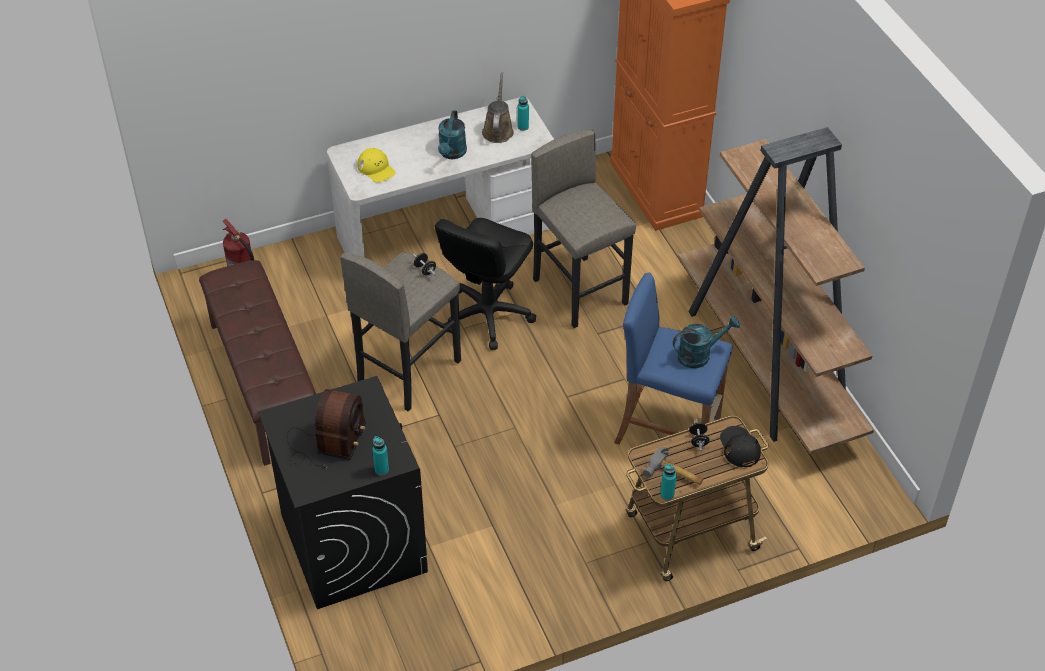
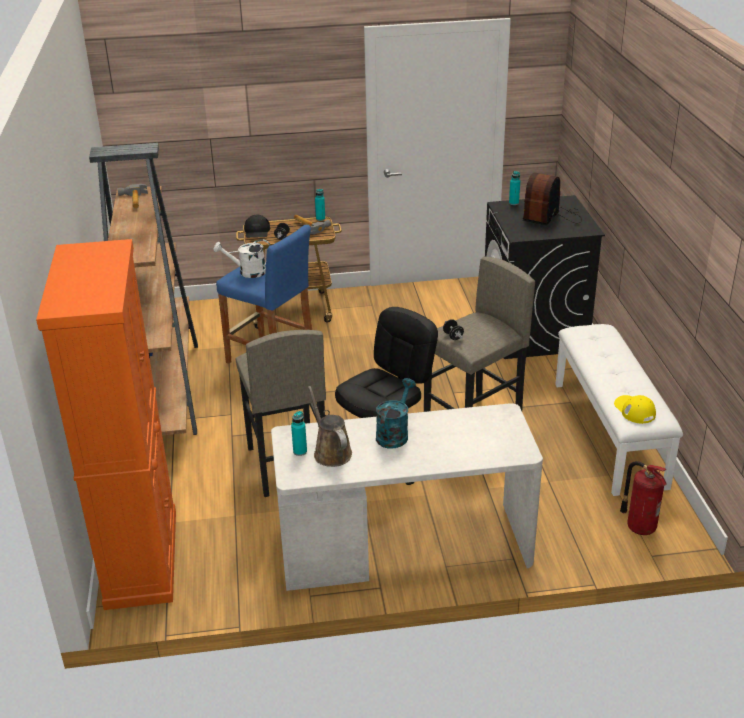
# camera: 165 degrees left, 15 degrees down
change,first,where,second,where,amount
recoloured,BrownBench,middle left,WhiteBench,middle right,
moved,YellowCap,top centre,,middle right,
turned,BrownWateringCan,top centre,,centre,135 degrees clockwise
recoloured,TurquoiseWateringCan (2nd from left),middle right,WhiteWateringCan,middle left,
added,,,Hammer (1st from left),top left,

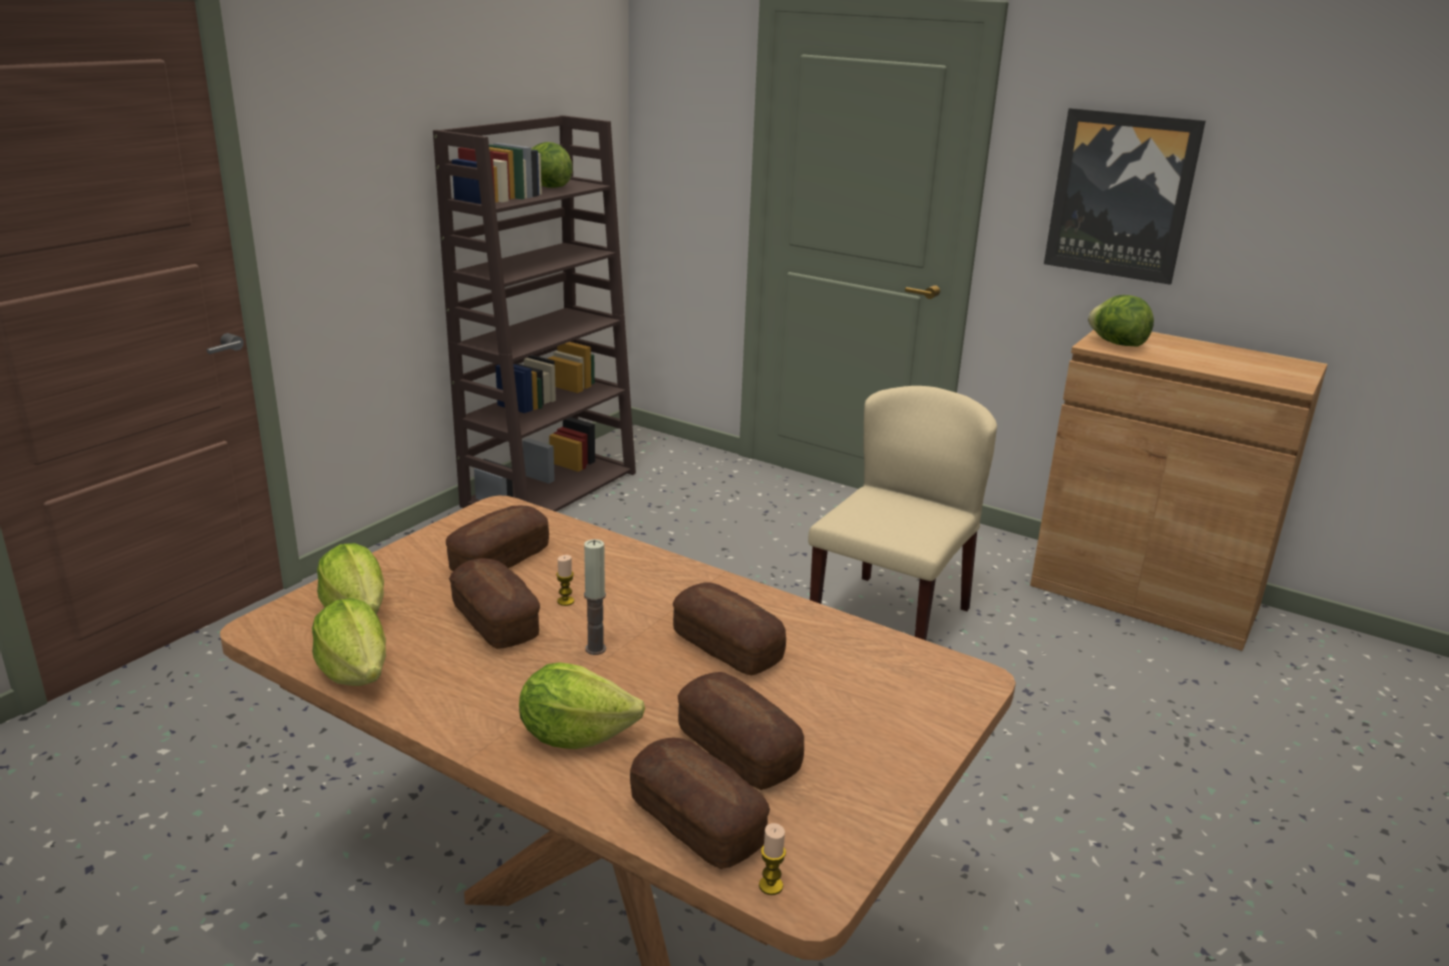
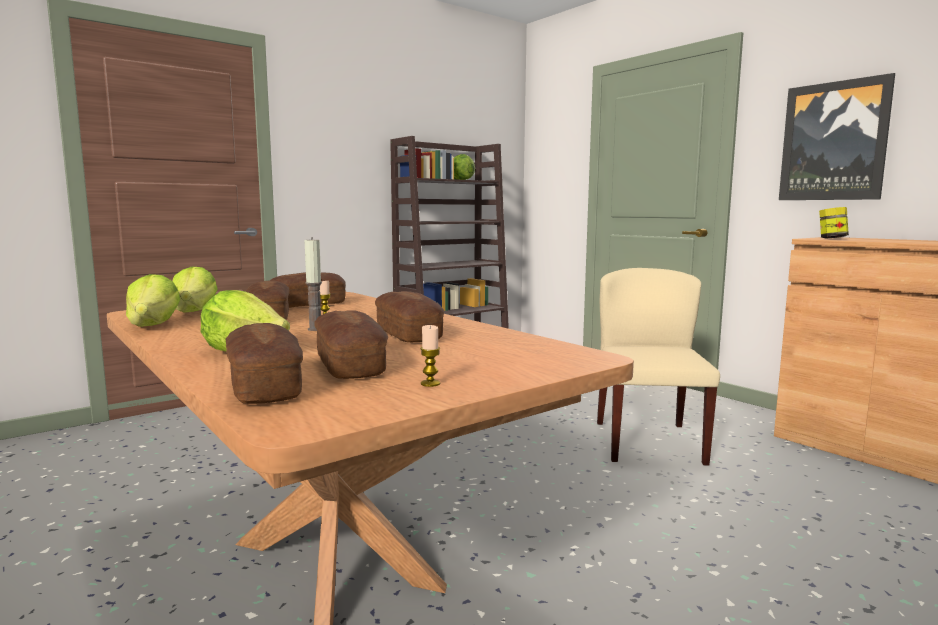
# camera: 20 degrees right, 15 degrees down
change,first,where,second,where,amount
moved,Candle (3rd from left),bottom centre,,centre,
turned,BeigeChair,centre,,middle right,45 degrees counterclockwise
replaced,Lettuce (5th from left),top right,Jar,middle right,

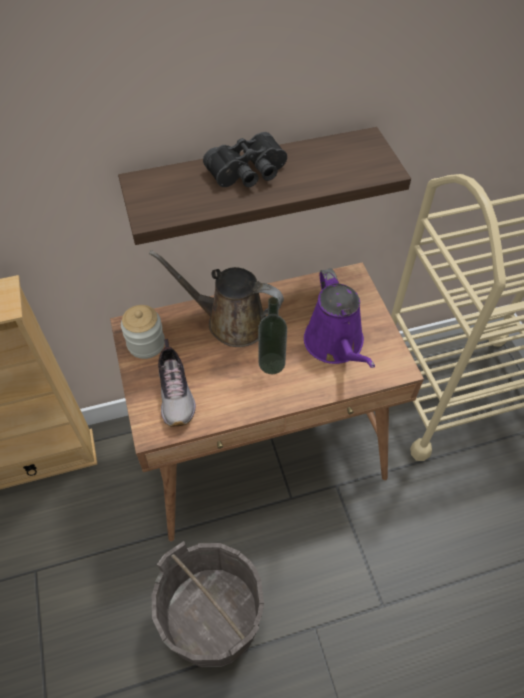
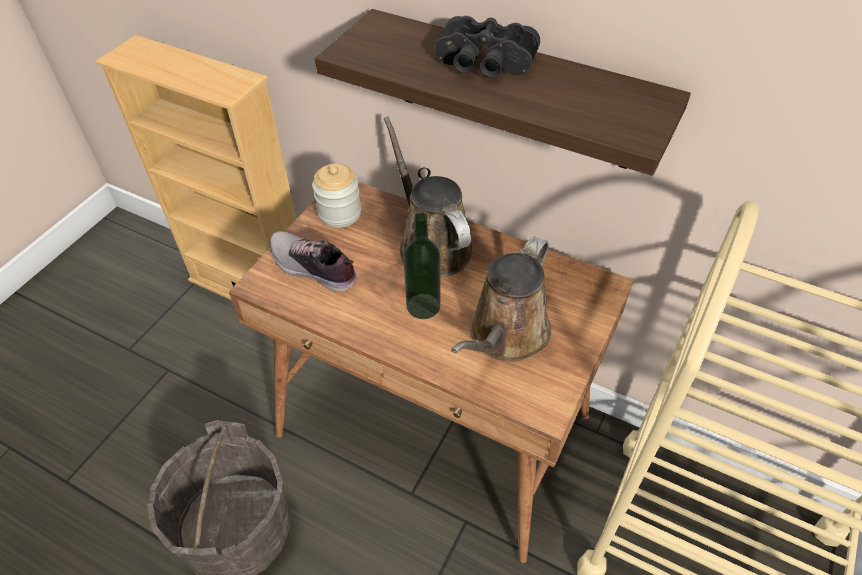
# camera: 45 degrees right, 5 degrees down
change,first,where,second,where,amount
turned,Shoe,centre,,centre,90 degrees clockwise
recoloured,PurpleWateringCan,centre,BrownWateringCan (2nd from left),centre,

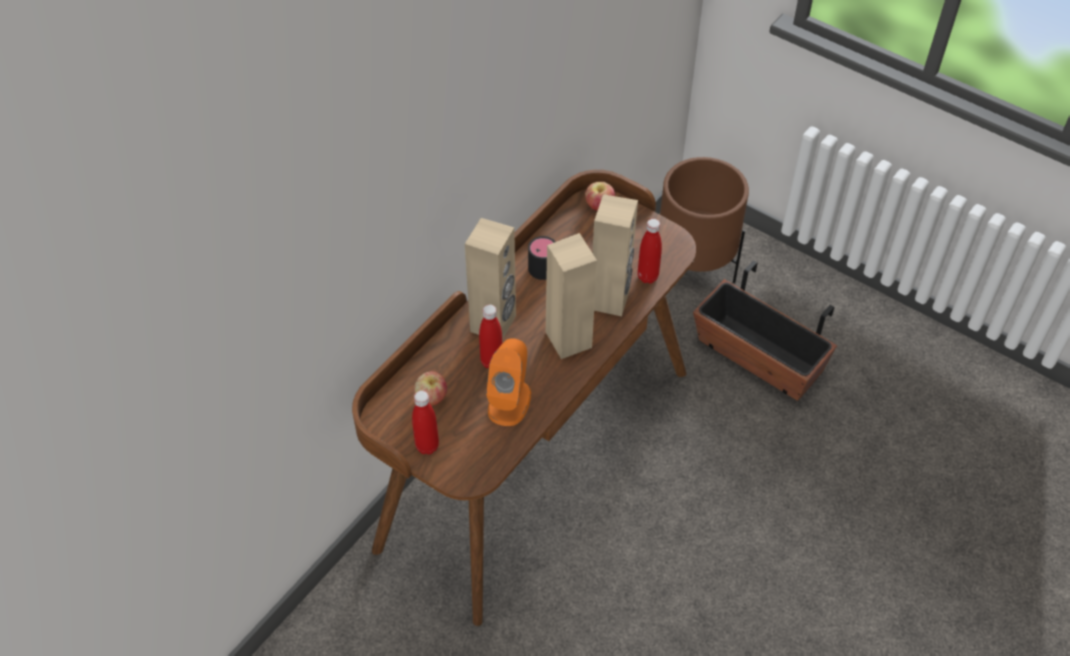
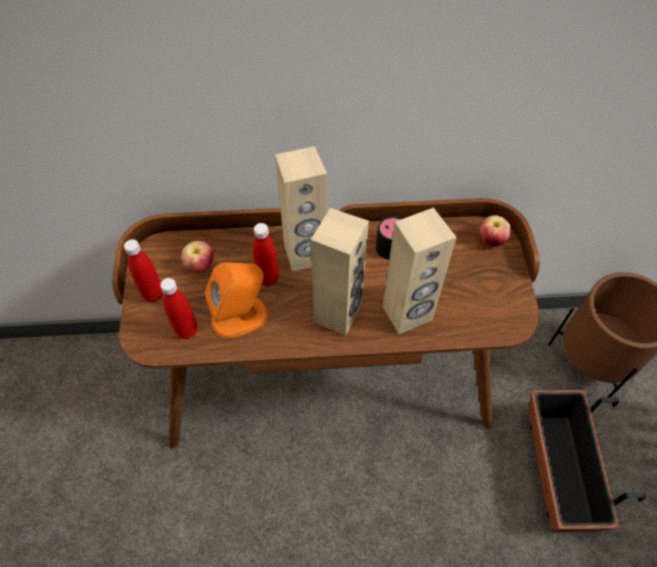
# camera: 50 degrees right, 5 degrees up
change,first,where,second,where,amount
moved,RedBottle (3rd from left in the first image),centre,RedBottle (2nd from left),middle left,

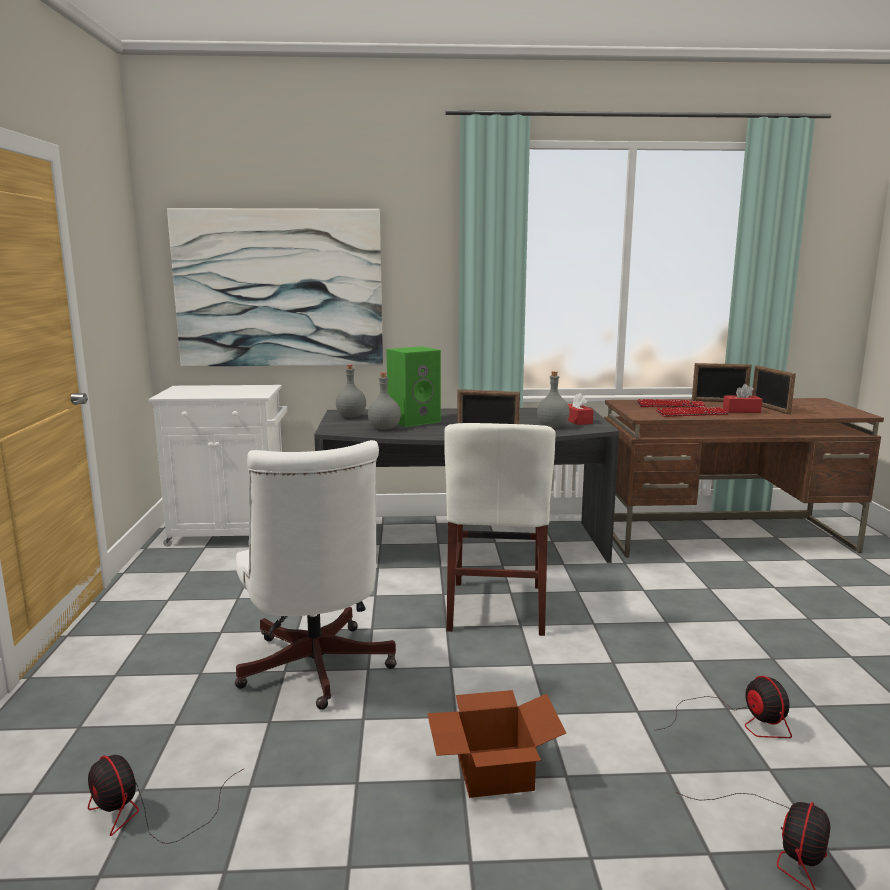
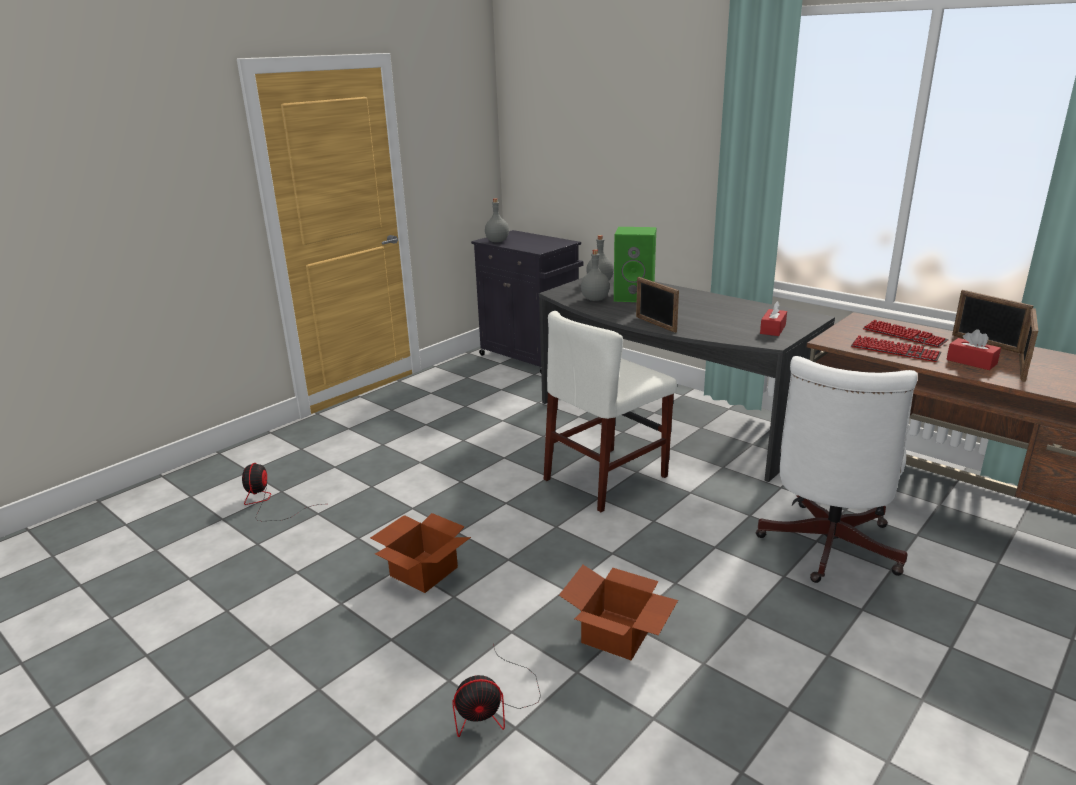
# camera: 45 degrees right, 10 degrees up
change,first,where,second,where,amount
recoloured,WhiteCabinet,middle left,BlackCabinet,centre,
removed,Picture,top left,,,
moved,WhiteOfficeChair,centre,,middle right,
moved,GreyBottle (3rd from left in the first image),centre,GreyBottle (1st from left),top centre,
replaced,Fan (2nd from left),bottom right,CardboardBox (2nd from left),bottom centre,

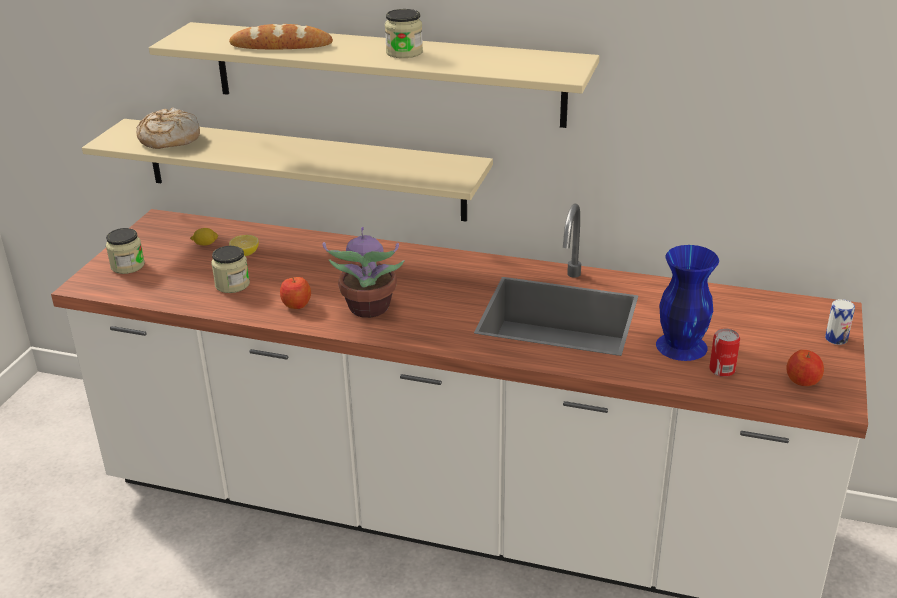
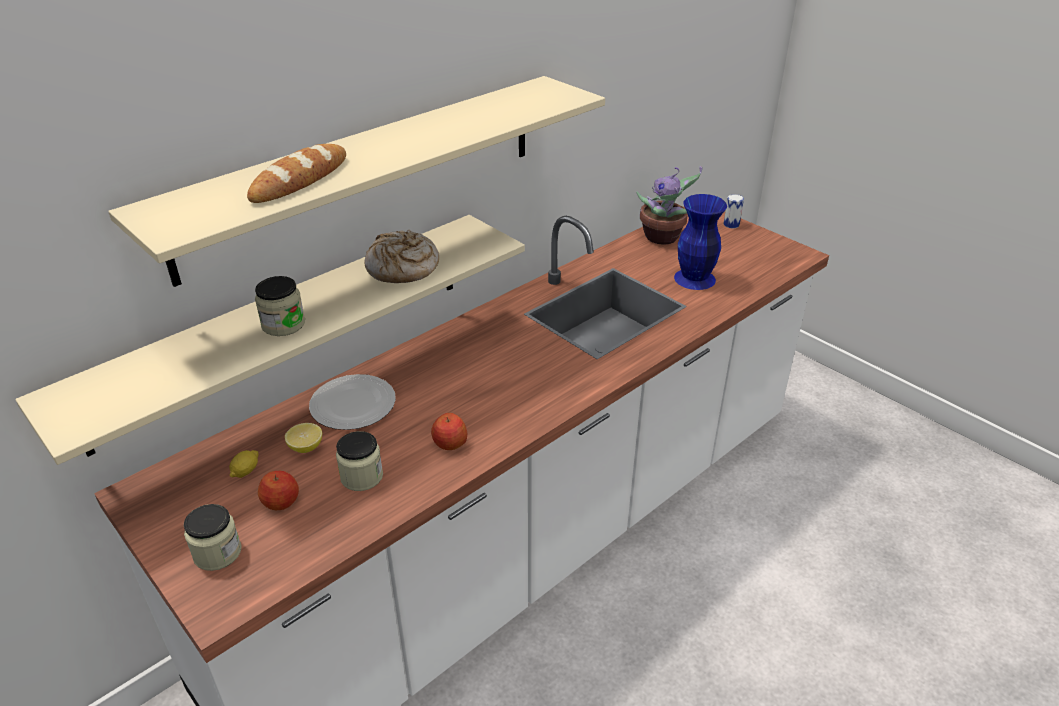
# camera: 60 degrees left, 5 degrees up
change,first,where,second,where,amount
moved,Bread (1st from left in the first image),top left,Bread (2nd from left),centre,
moved,PottedPlant,centre,,top centre,
moved,Jar (3rd from left in the first image),top centre,Jar (2nd from left),middle left,
removed,Can (1st from left),middle right,,,
moved,Apple (2nd from left in the first image),middle right,Apple (1st from left),bottom left,
added,,,Plate,middle left,

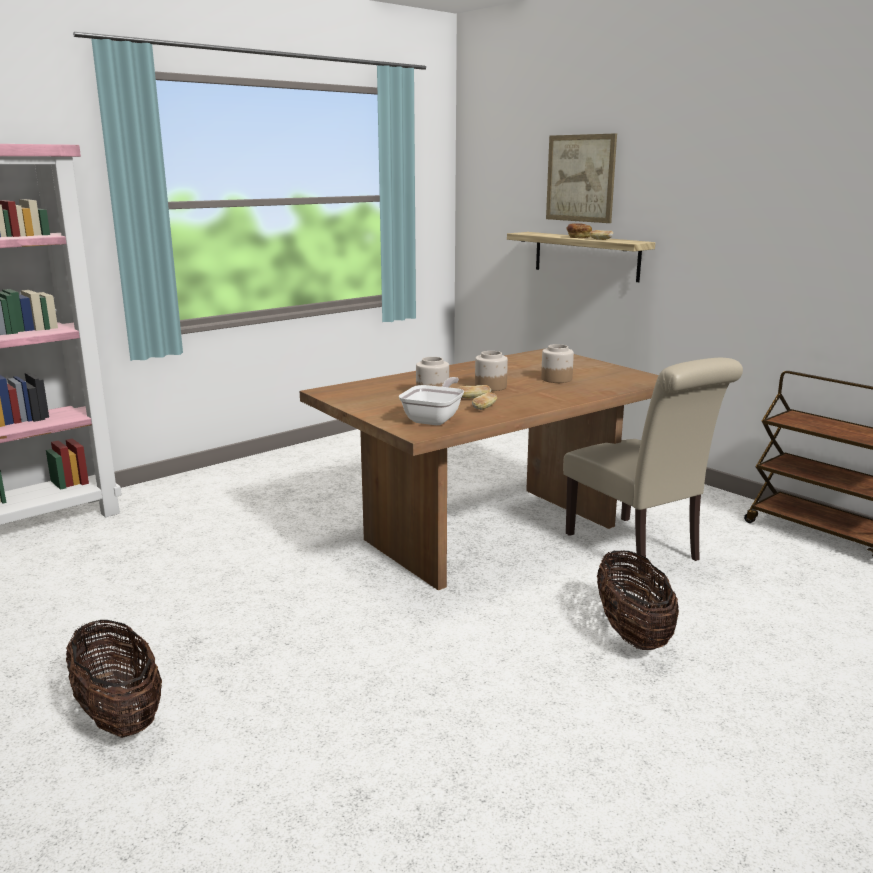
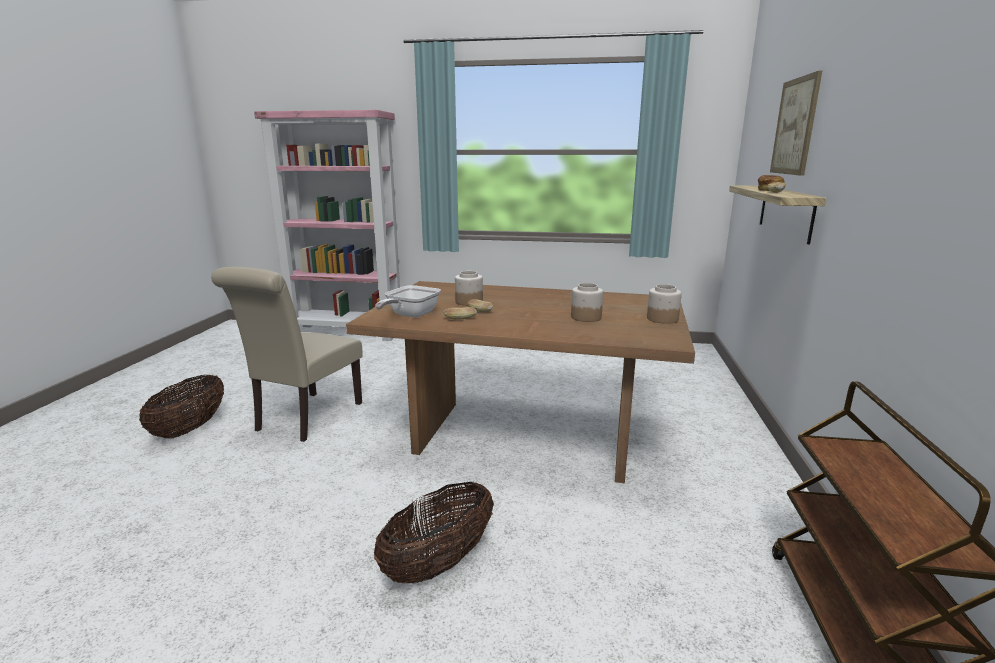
# camera: 50 degrees right, 0 degrees up
change,first,where,second,where,amount
turned,FryingPan,centre,,centre,135 degrees clockwise
moved,Jar (2nd from left in the first image),centre,Jar (3rd from left),middle right,
moved,BeigeChair,middle right,,middle left,

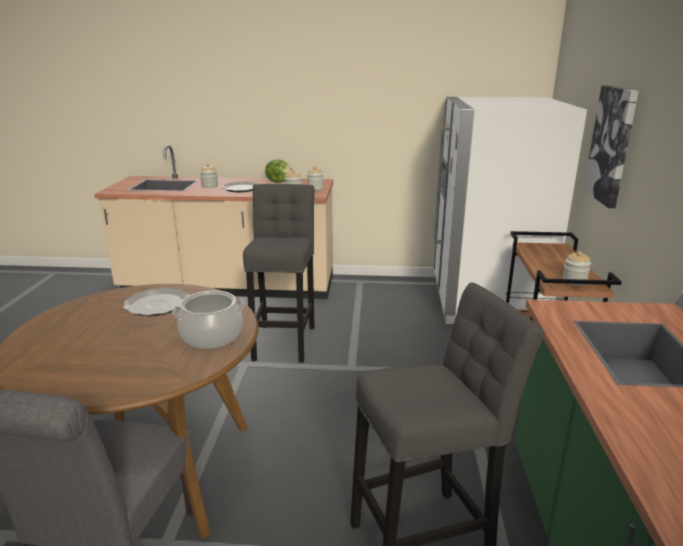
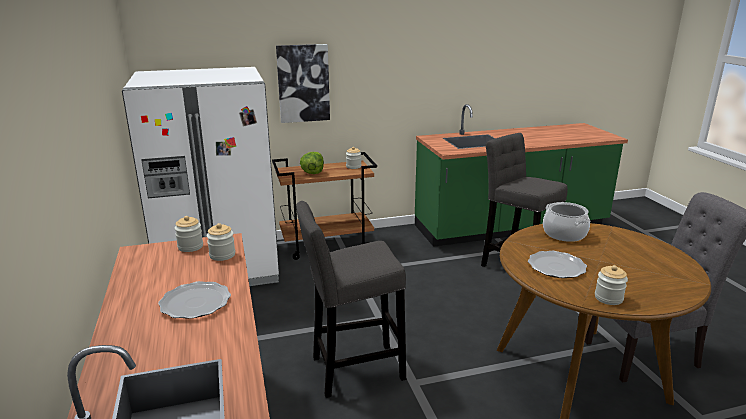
# camera: 110 degrees left, 0 degrees up
change,first,where,second,where,amount
moved,Jar (1st from left in the first image),top left,Jar (4th from left),bottom right,
moved,Lettuce,top centre,,centre,

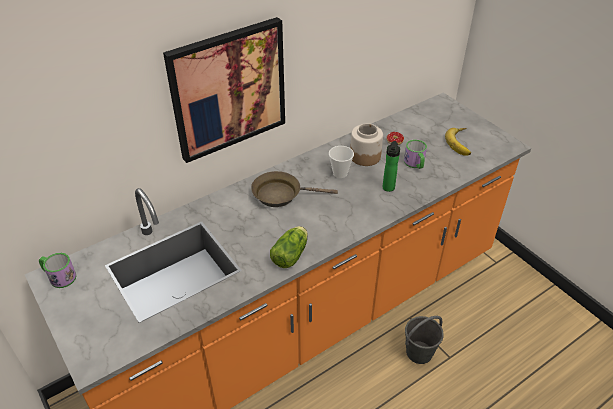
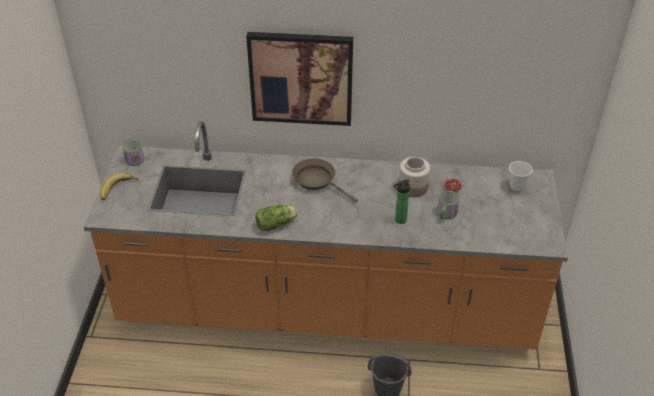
# camera: 40 degrees right, 0 degrees up
change,first,where,second,where,amount
moved,Cup,centre,,middle right,
moved,Banana,middle right,,middle left,

